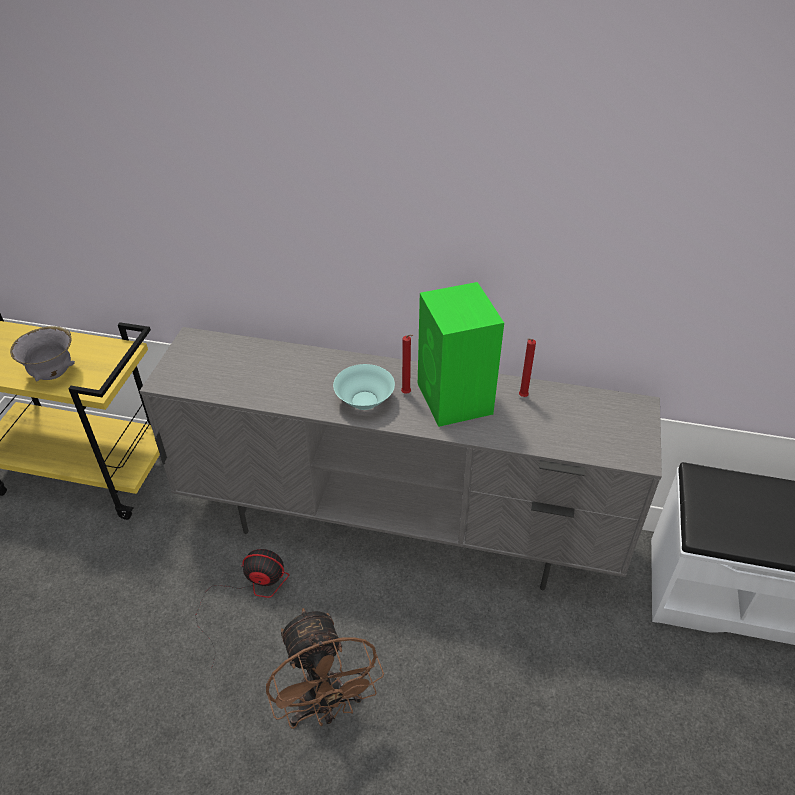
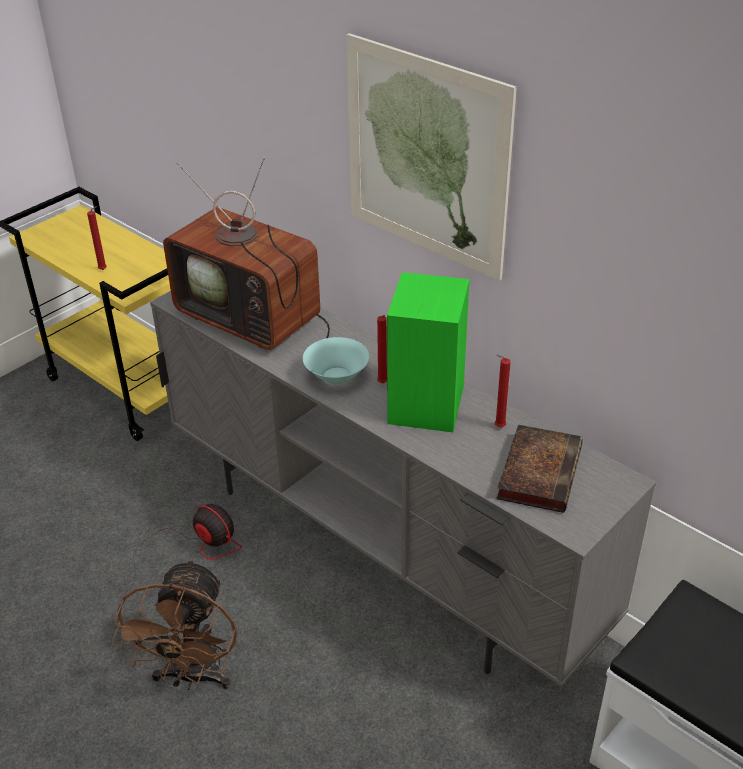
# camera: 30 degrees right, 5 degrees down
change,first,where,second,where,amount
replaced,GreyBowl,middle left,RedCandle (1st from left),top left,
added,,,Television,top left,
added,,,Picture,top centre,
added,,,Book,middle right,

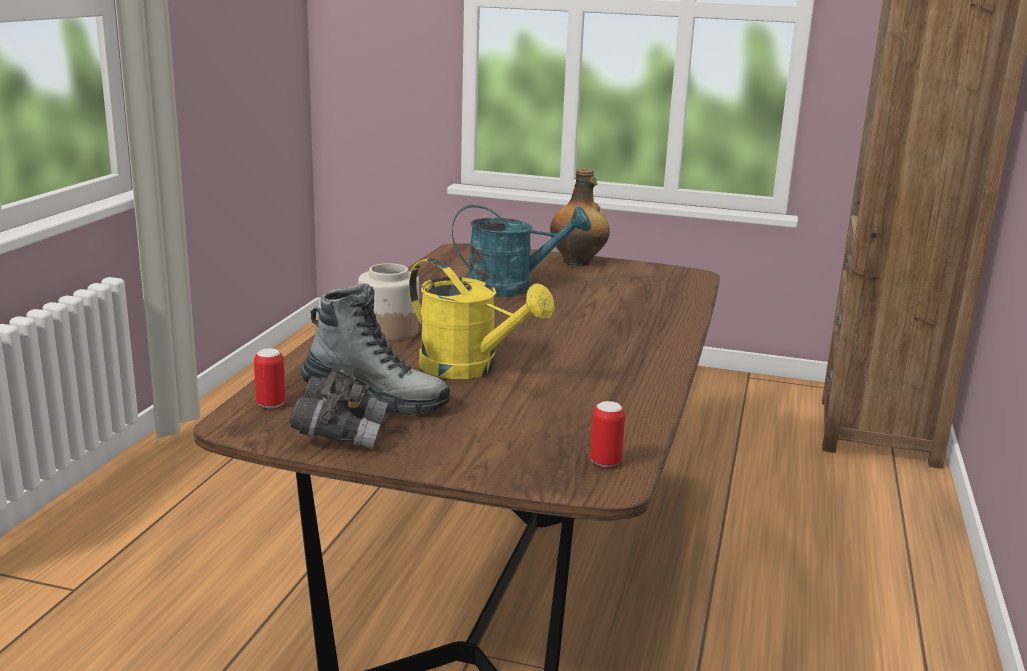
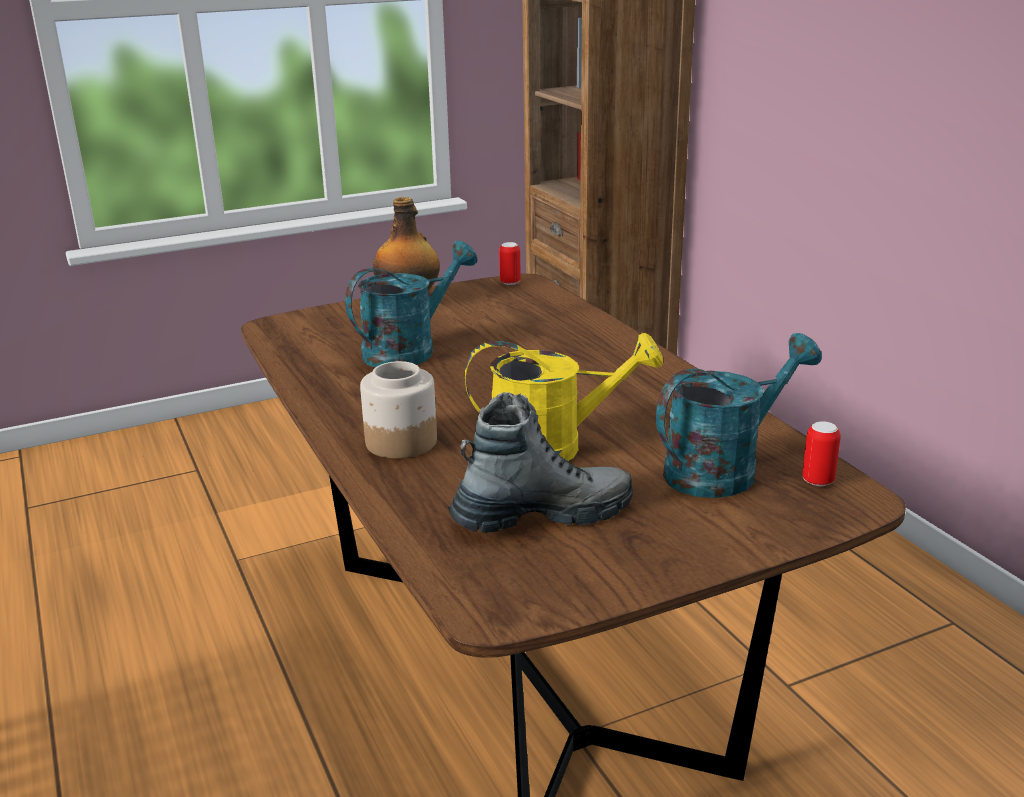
# camera: 40 degrees left, 5 degrees up
change,first,where,second,where,amount
moved,Can (1st from left),middle left,,top centre,
removed,GreyBinoculars,middle left,,,
added,,,TurquoiseWateringCan (2nd from left),middle right,

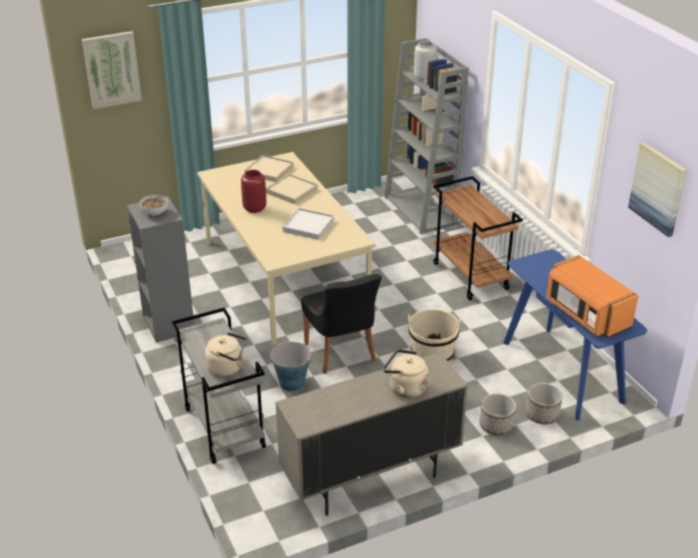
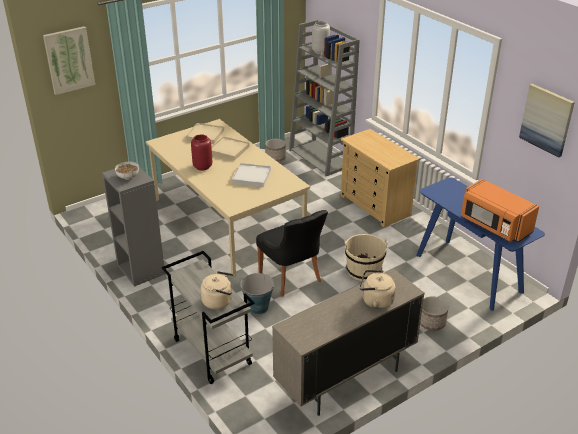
# camera: 10 degrees left, 0 degrees up
change,first,where,second,where,amount
replaced,BrownCart,middle right,BeigeDresser,centre,
moved,Planter (2nd from left in the first image),bottom right,Planter (1st from left),centre,

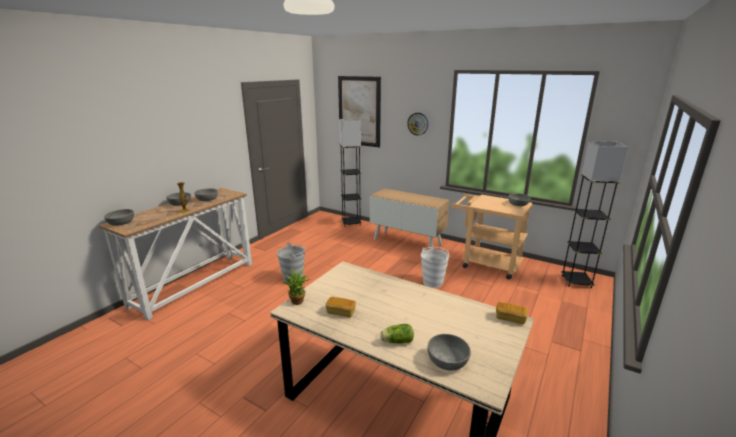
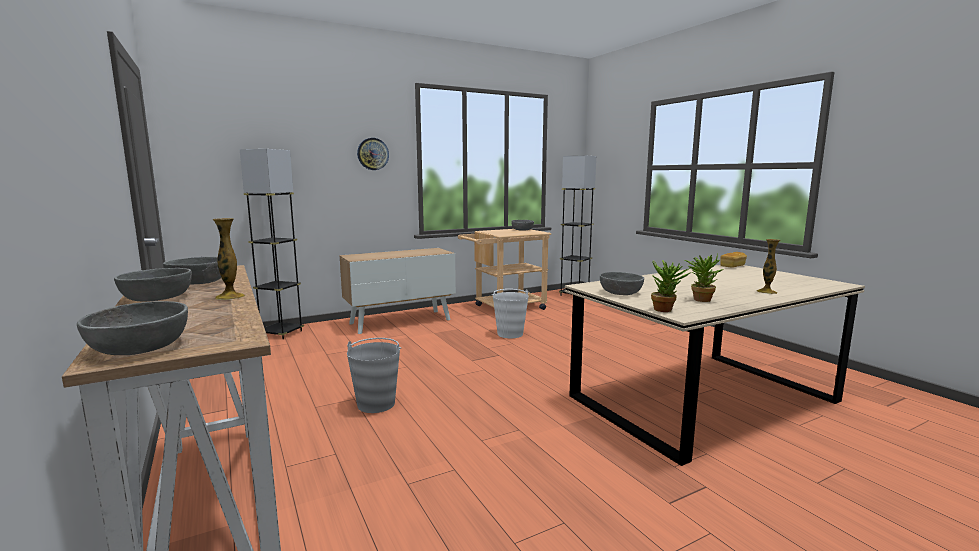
# camera: 60 degrees left, 10 degrees down
change,first,where,second,where,amount
replaced,Bread (1st from left),bottom centre,PottedPlant (2nd from left),middle right,
removed,Picture,top centre,,,
replaced,Lettuce,bottom centre,Vase (2nd from left),middle right,
moved,GreyBowl (4th from left in the first image),bottom centre,GreyBowl (5th from left),centre,

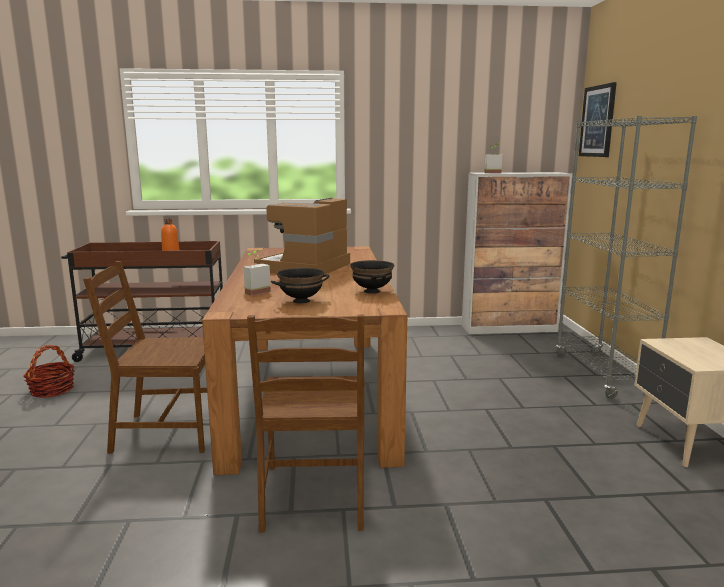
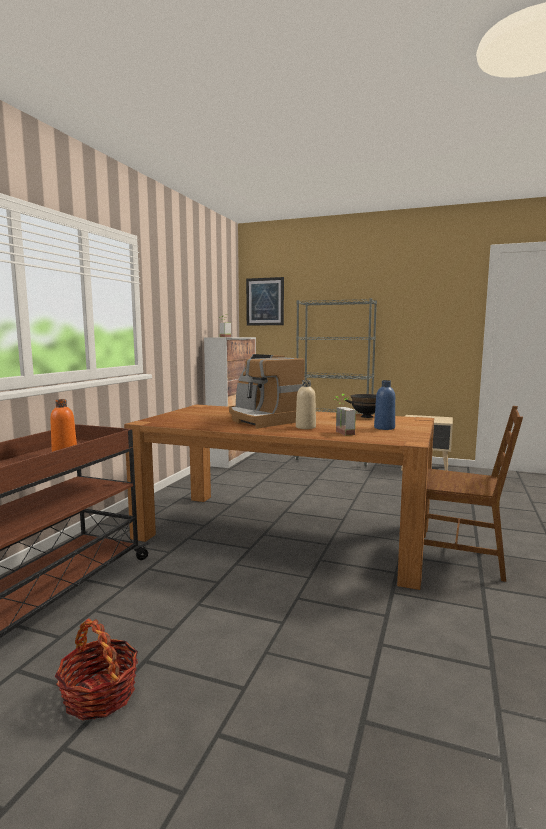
# camera: 65 degrees left, 5 degrees down
change,first,where,second,where,amount
removed,BrownChair (1st from left),middle left,,,
replaced,BlackBowl (1st from left),centre,BlueBottle,middle right,
added,,,BeigeBottle,centre,

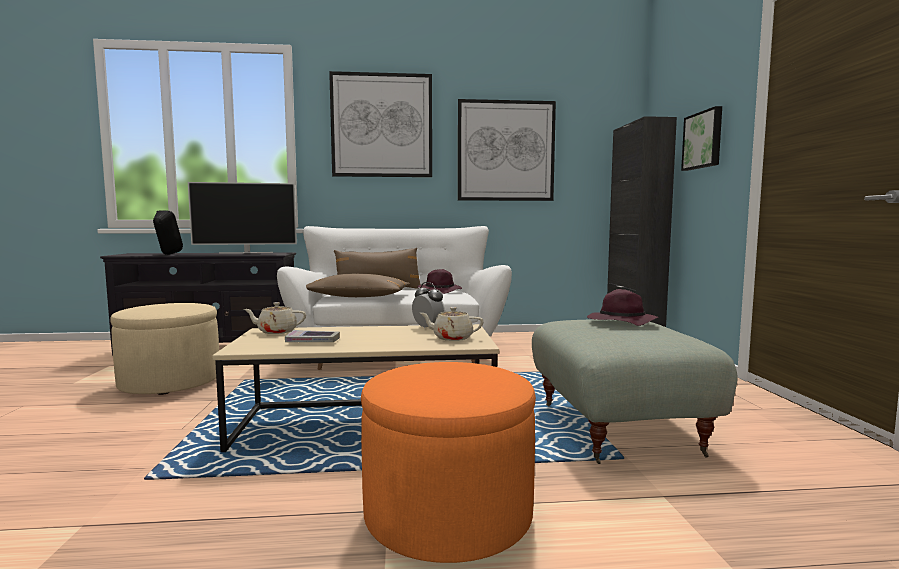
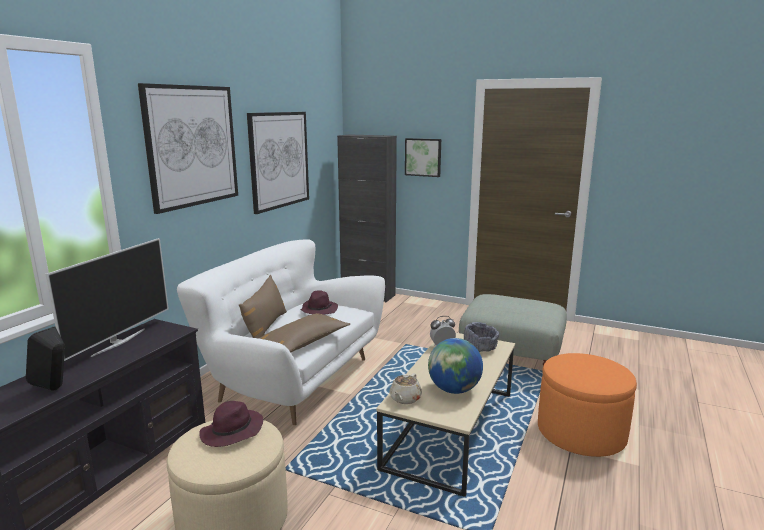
# camera: 60 degrees left, 10 degrees up
change,first,where,second,where,amount
replaced,Book,centre,Globe,bottom centre,
replaced,BeigeTeapot (2nd from left),centre,GreyBowl,centre,
moved,PurpleHat (2nd from left in the first image),middle right,PurpleHat (1st from left),bottom left,

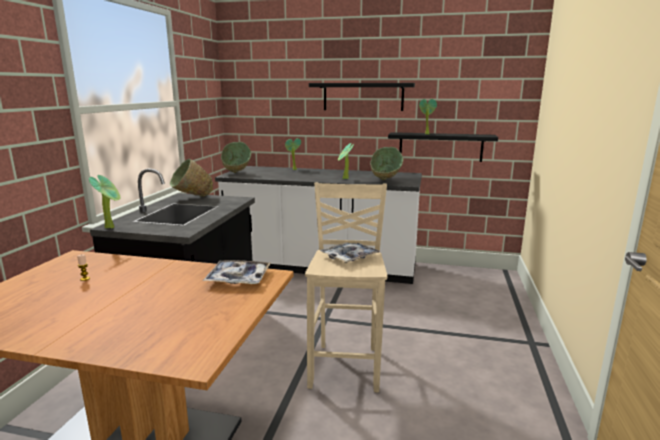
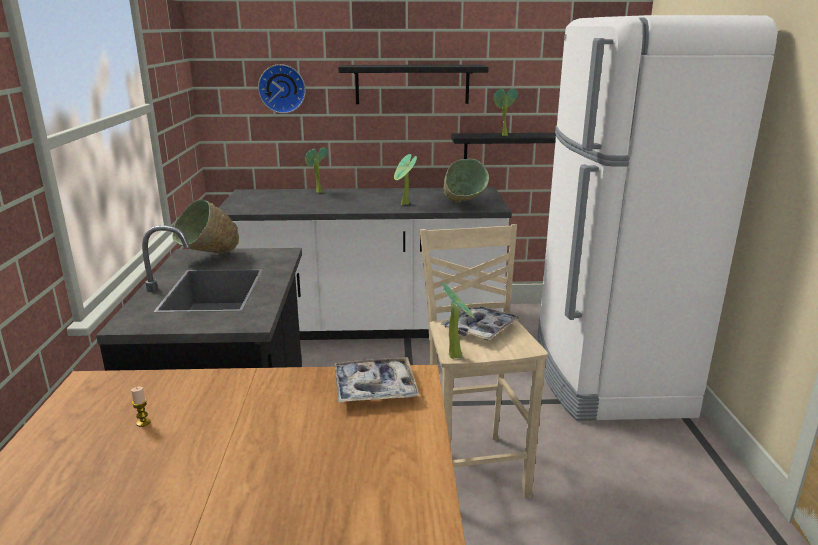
# camera: 15 degrees left, 5 degrees up
change,first,where,second,where,amount
moved,PottedPlant (1st from left in the first image),middle left,PottedPlant (3rd from left),centre,
removed,GreenBowl (2nd from left),centre,,,
added,,,WallClock,top centre,
added,,,WhiteFridge,middle right,

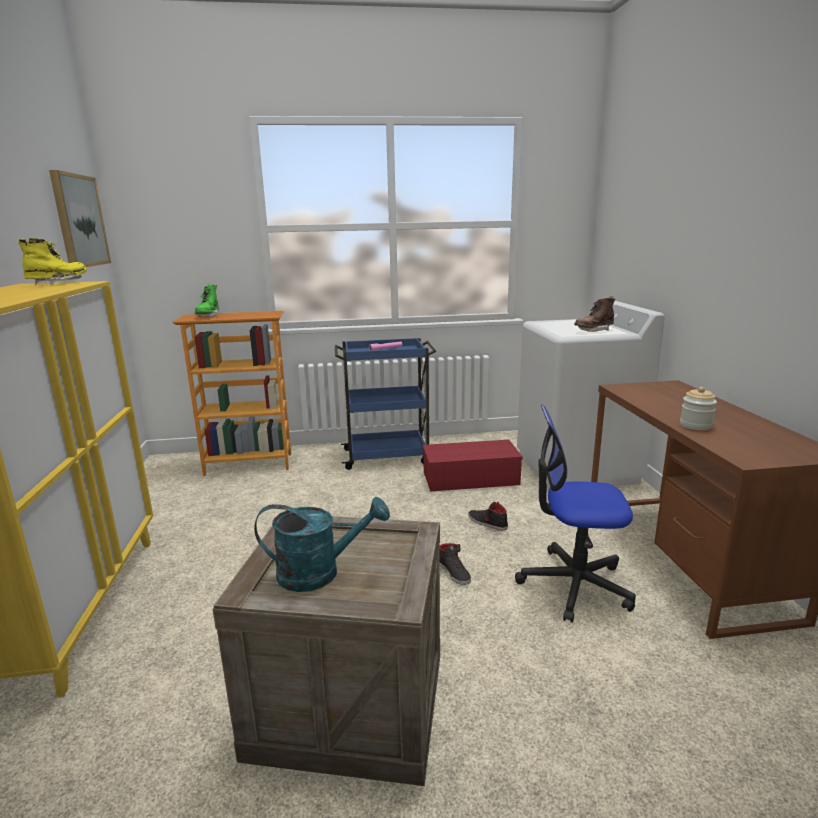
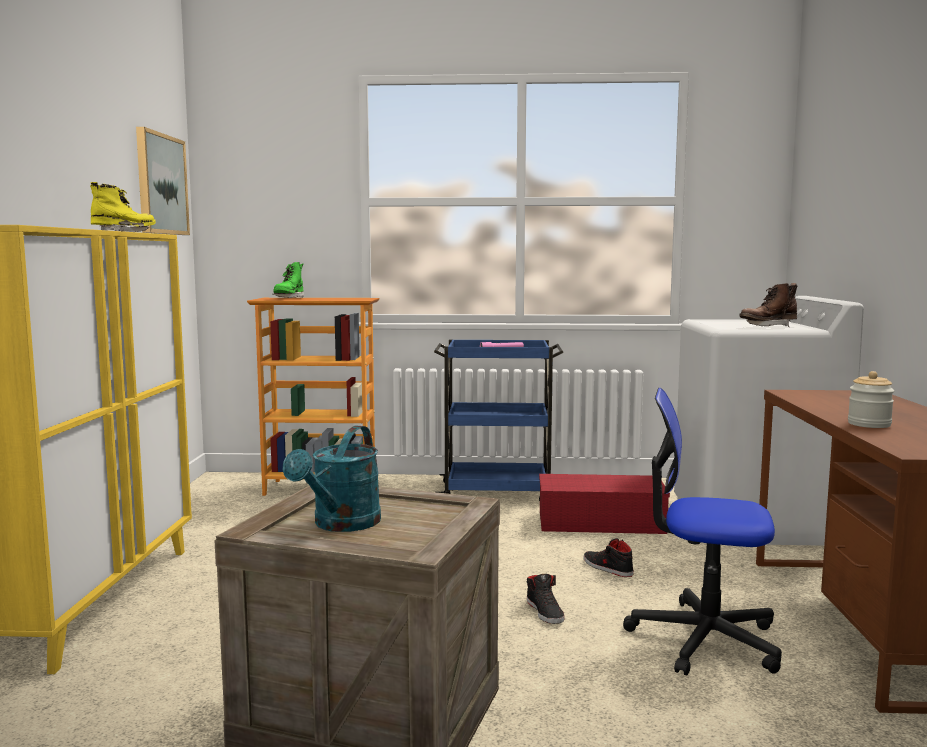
# camera: 10 degrees right, 10 degrees down
change,first,where,second,where,amount
turned,TurquoiseWateringCan,centre,,centre,105 degrees clockwise

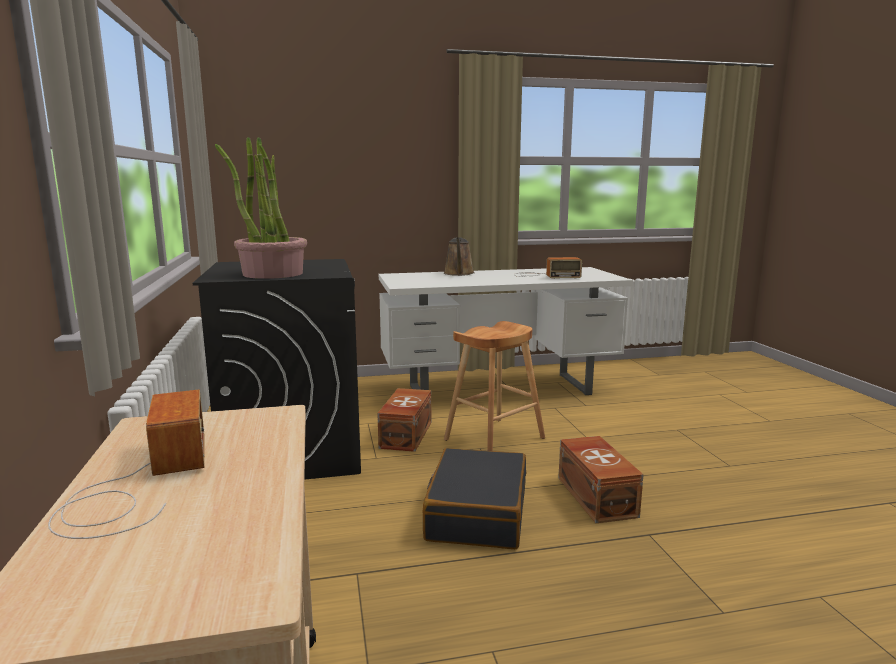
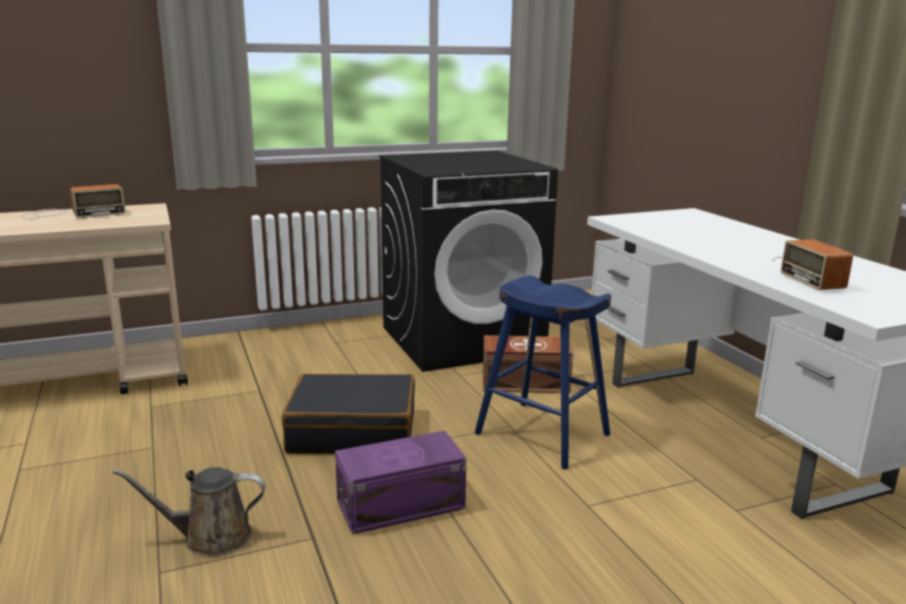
# camera: 80 degrees right, 5 degrees up
change,first,where,second,where,amount
removed,PottedPlant,top left,,,
moved,BrownWateringCan,centre,,bottom left,
recoloured,BrownStool,centre,BlueStool,centre,
recoloured,BrownStorageBox (2nd from left),bottom right,PurpleStorageBox,bottom centre,

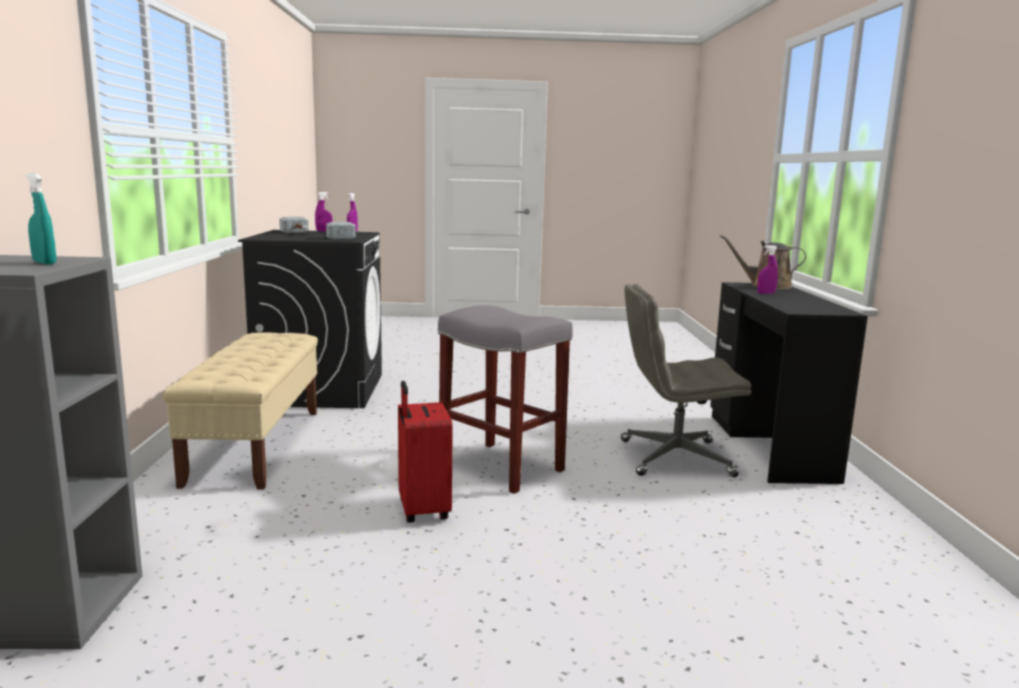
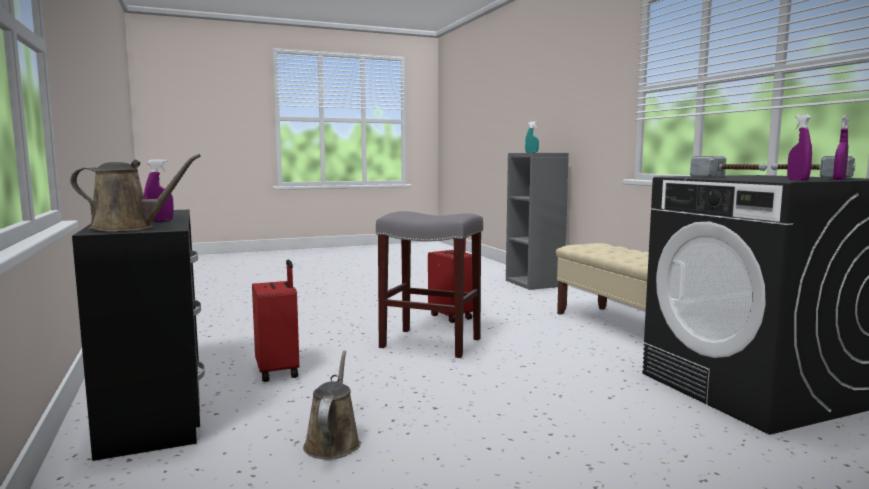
# camera: 160 degrees right, 5 degrees down
change,first,where,second,where,amount
replaced,GreyOfficeChair,middle right,RedSuitcase (1st from left),middle left,
added,,,BrownWateringCan (2nd from left),bottom centre,

